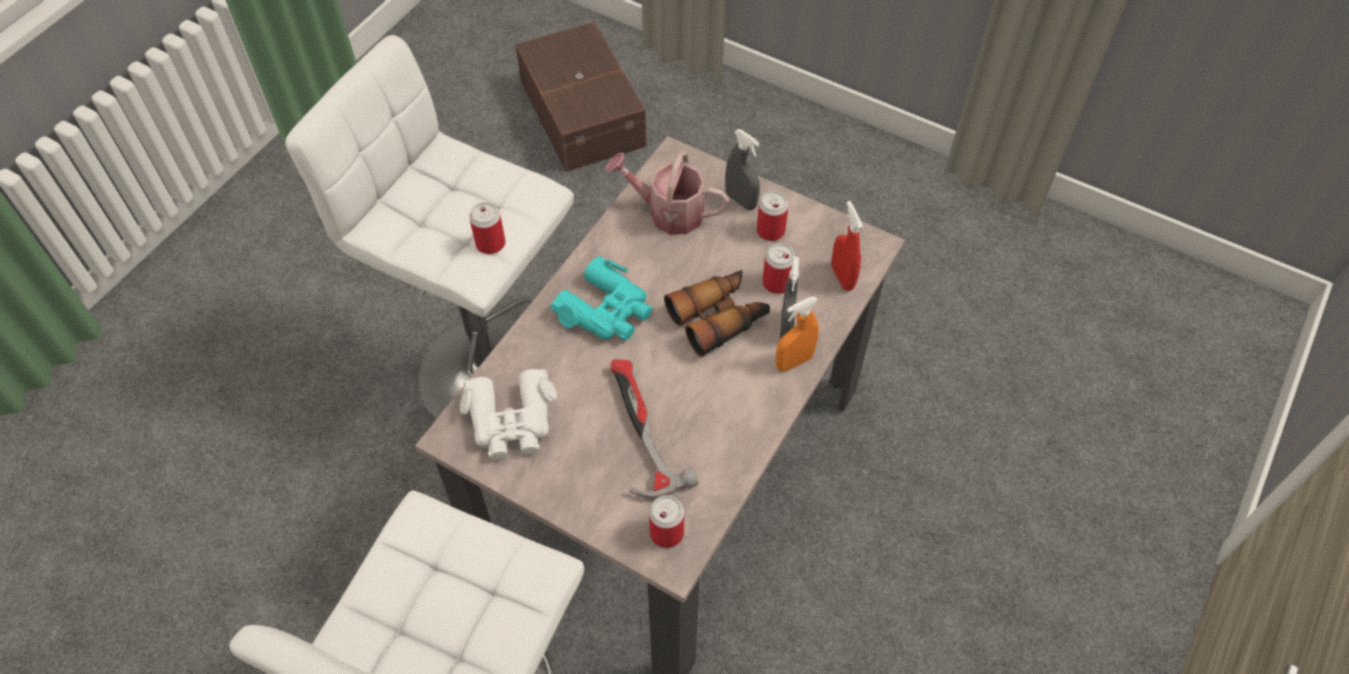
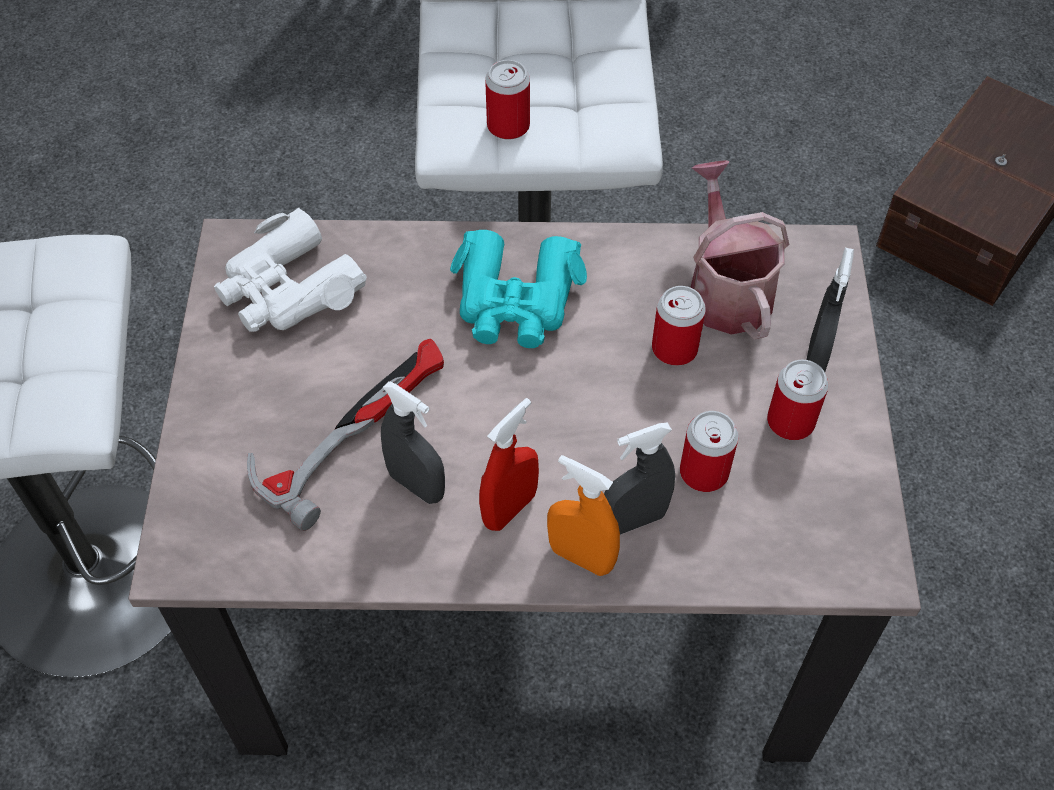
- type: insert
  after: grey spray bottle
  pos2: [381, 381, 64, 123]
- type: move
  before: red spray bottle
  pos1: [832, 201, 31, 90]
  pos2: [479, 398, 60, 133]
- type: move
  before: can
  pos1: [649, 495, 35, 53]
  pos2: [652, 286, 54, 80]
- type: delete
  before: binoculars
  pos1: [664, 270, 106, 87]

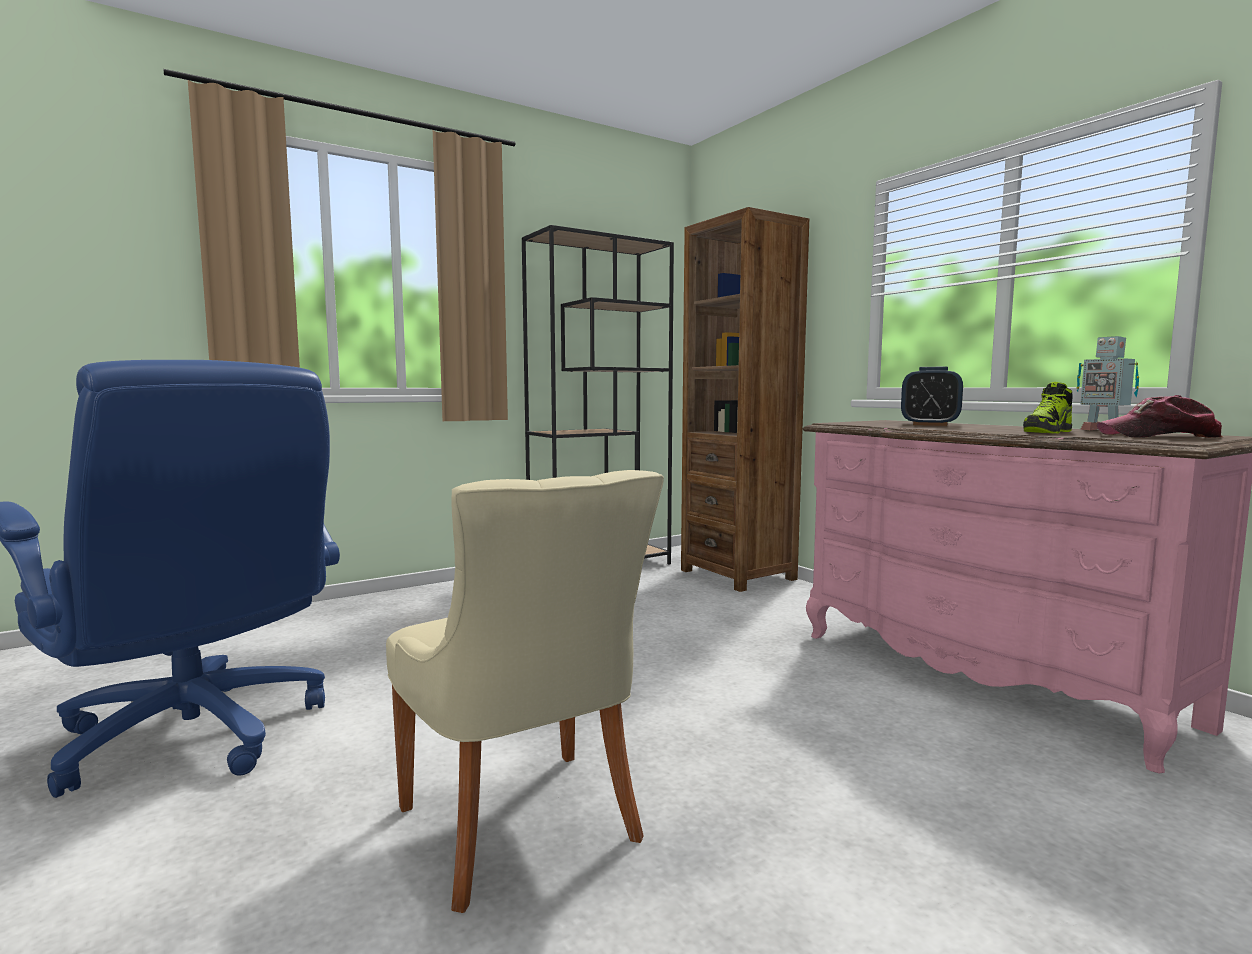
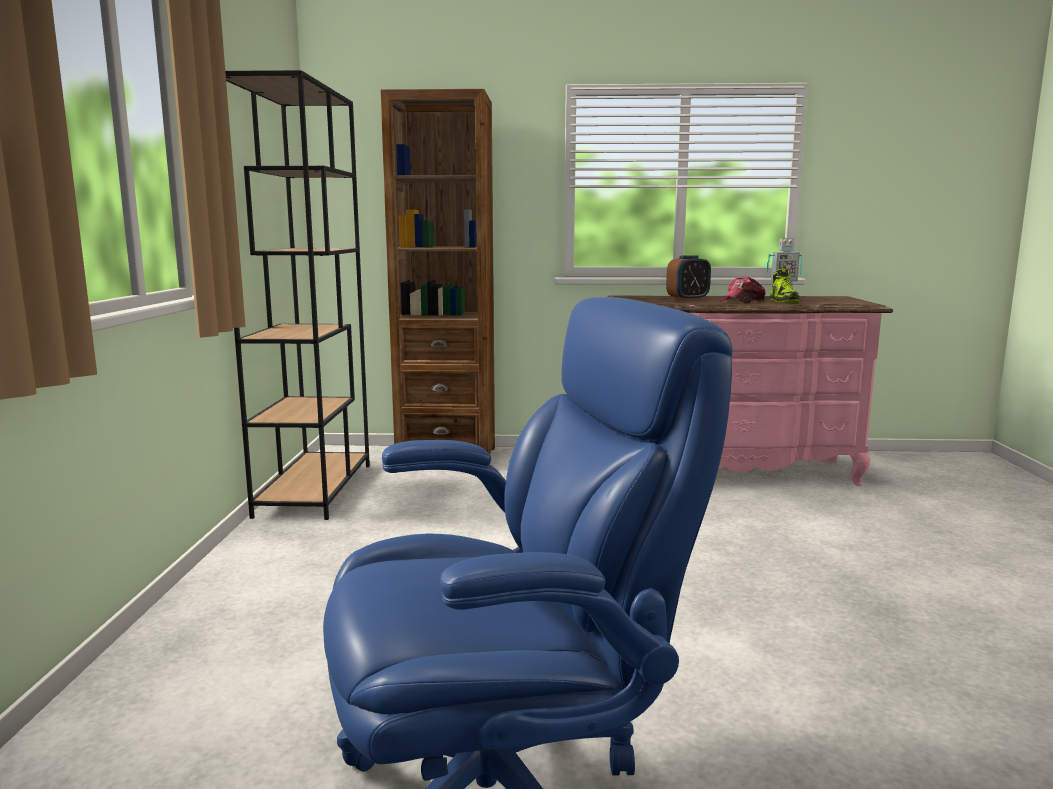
- type: move
  before: cap
  pos1: [1097, 395, 126, 43]
  pos2: [720, 277, 46, 27]
- type: delete
  before: beige chair
  pos1: [386, 470, 278, 443]

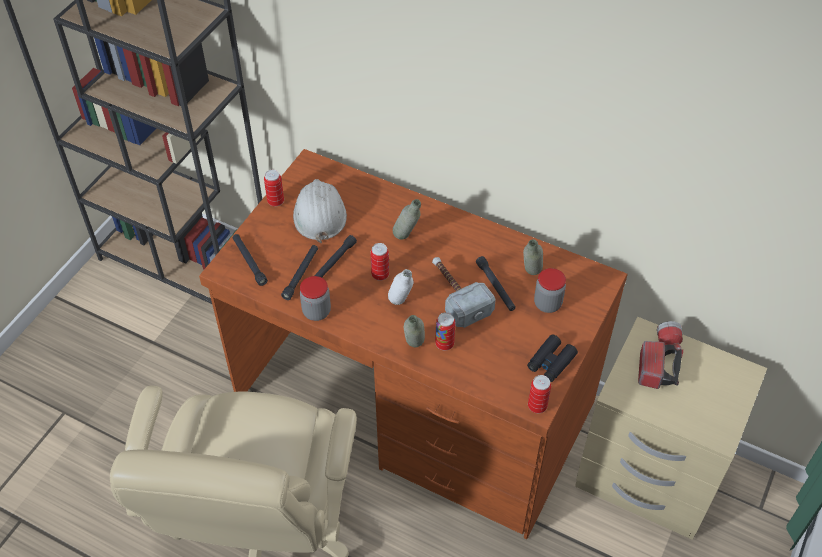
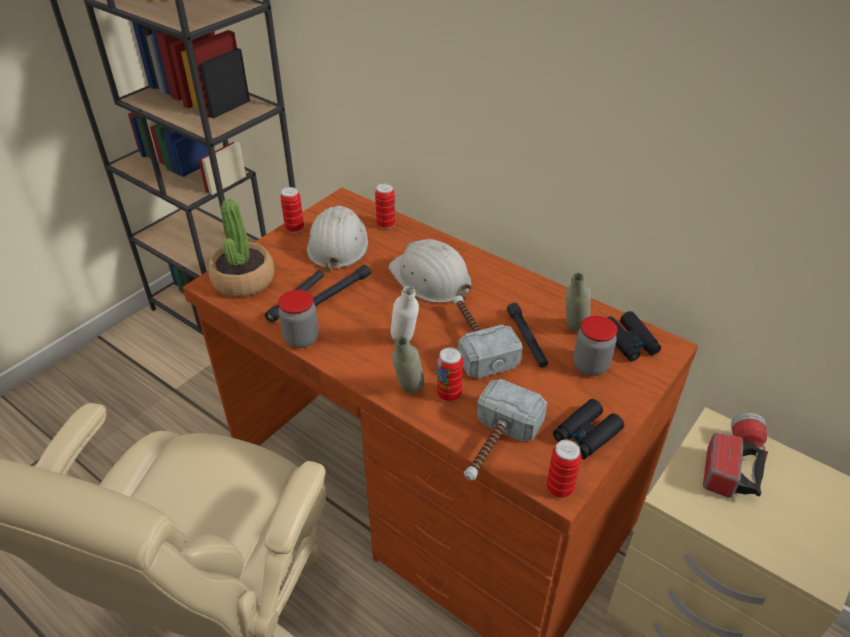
- type: replace
  before: black flashlight
  after: potted plant
  pos1: [232, 234, 36, 52]
  pos2: [208, 199, 66, 98]
- type: move
  before: can
  pos1: [370, 243, 19, 38]
  pos2: [375, 183, 21, 46]
- type: replace
  before: grey bottle
  after: white hard hat
  pos1: [393, 199, 28, 41]
  pos2: [388, 239, 84, 64]
- type: insert
  after: hammer
  pos2: [464, 379, 83, 101]
- type: insert
  after: black binoculars
  pos2: [607, 311, 54, 50]

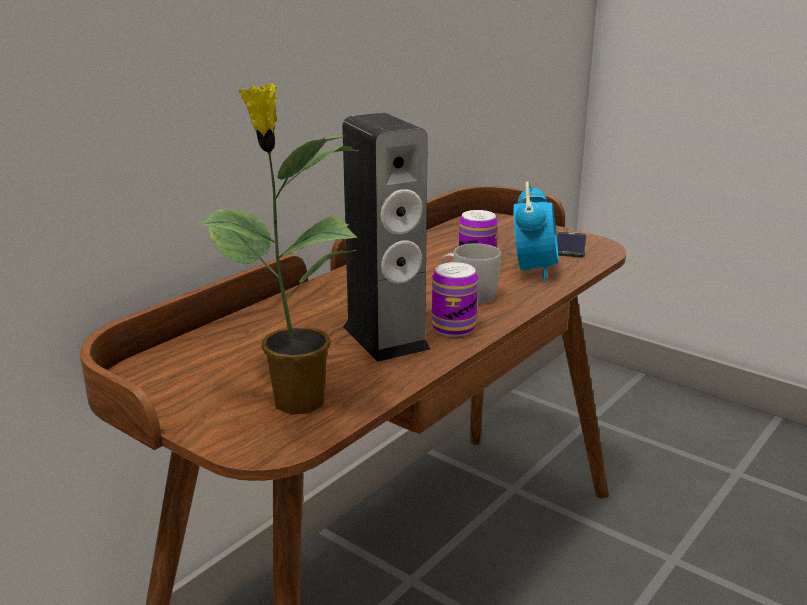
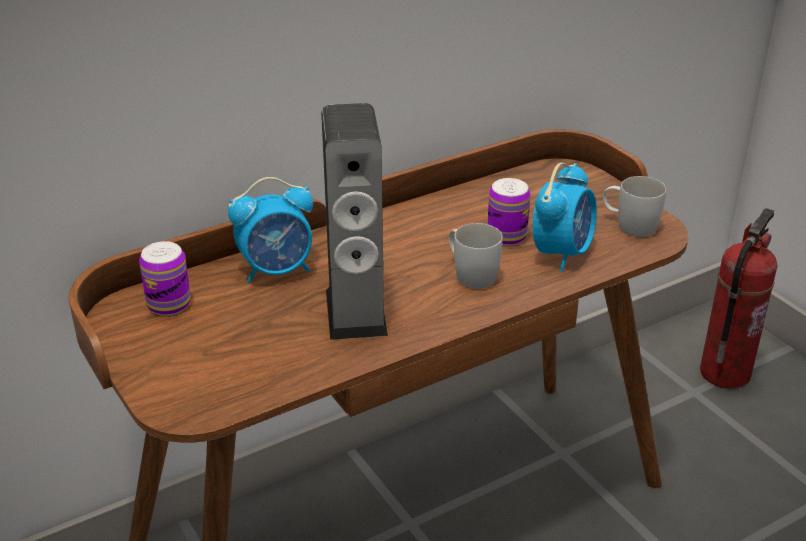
- type: move
  before: can
  pos1: [432, 262, 46, 75]
  pos2: [139, 241, 52, 75]
- type: insert
  after: alarm clock
  pos2: [228, 177, 85, 107]
- type: replace
  before: phone
  after: white mug
  pos1: [557, 232, 29, 25]
  pos2: [603, 176, 63, 61]
- type: insert
  after: fire extinguisher
  pos2: [700, 208, 77, 181]
- type: delete
  before: potted plant
  pos1: [197, 84, 162, 331]

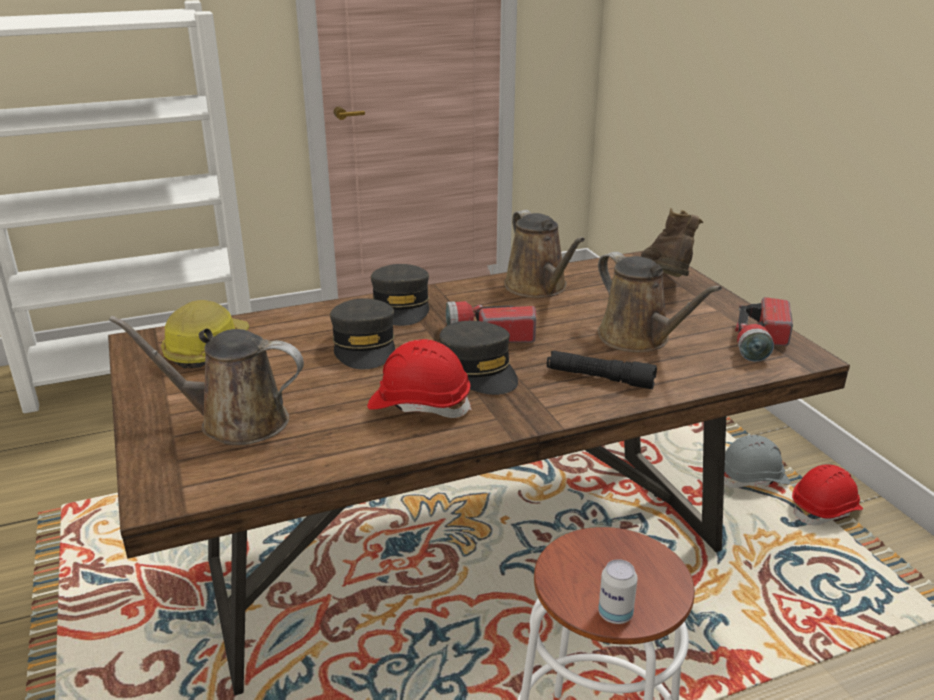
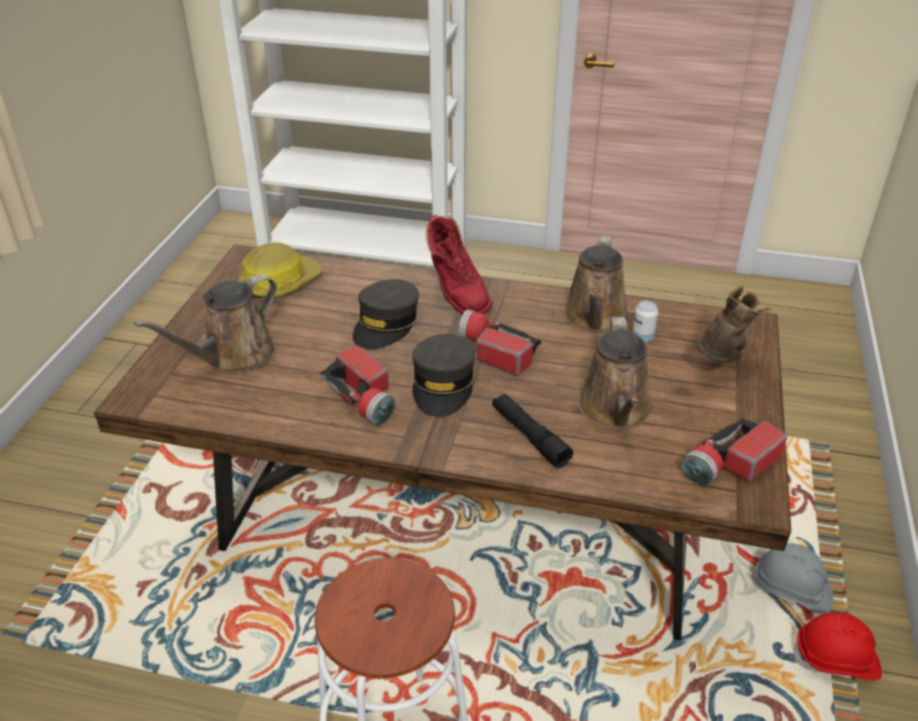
- type: rotate
  before: brown watering can
  pos1: [109, 316, 195, 129]
  pos2: [134, 274, 143, 99]
  turn: -90
- type: replace
  before: red hard hat
  after: flashlight
  pos1: [367, 339, 105, 79]
  pos2: [320, 346, 75, 80]
- type: replace
  before: grey cap
  after: red boot
  pos1: [371, 264, 58, 62]
  pos2: [426, 214, 66, 101]
- type: move
  before: can
  pos1: [598, 559, 40, 65]
  pos2: [632, 301, 27, 41]

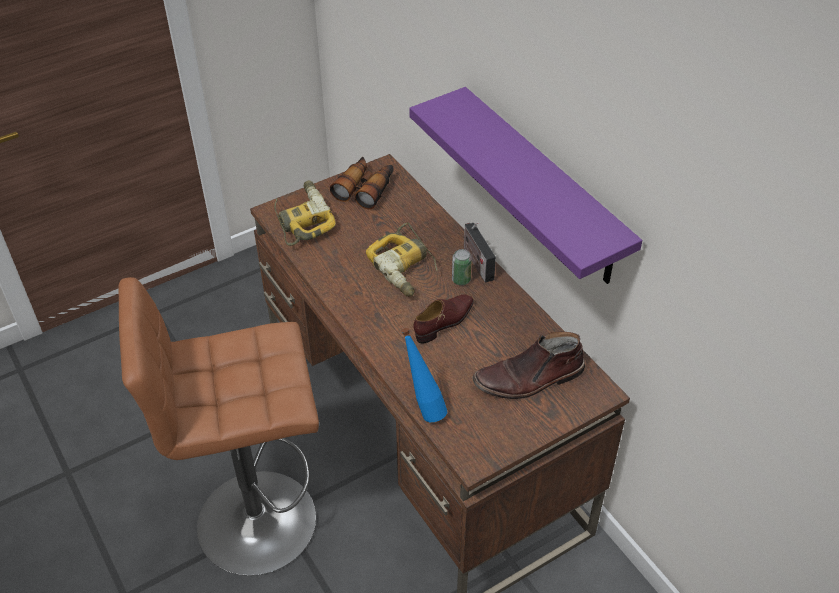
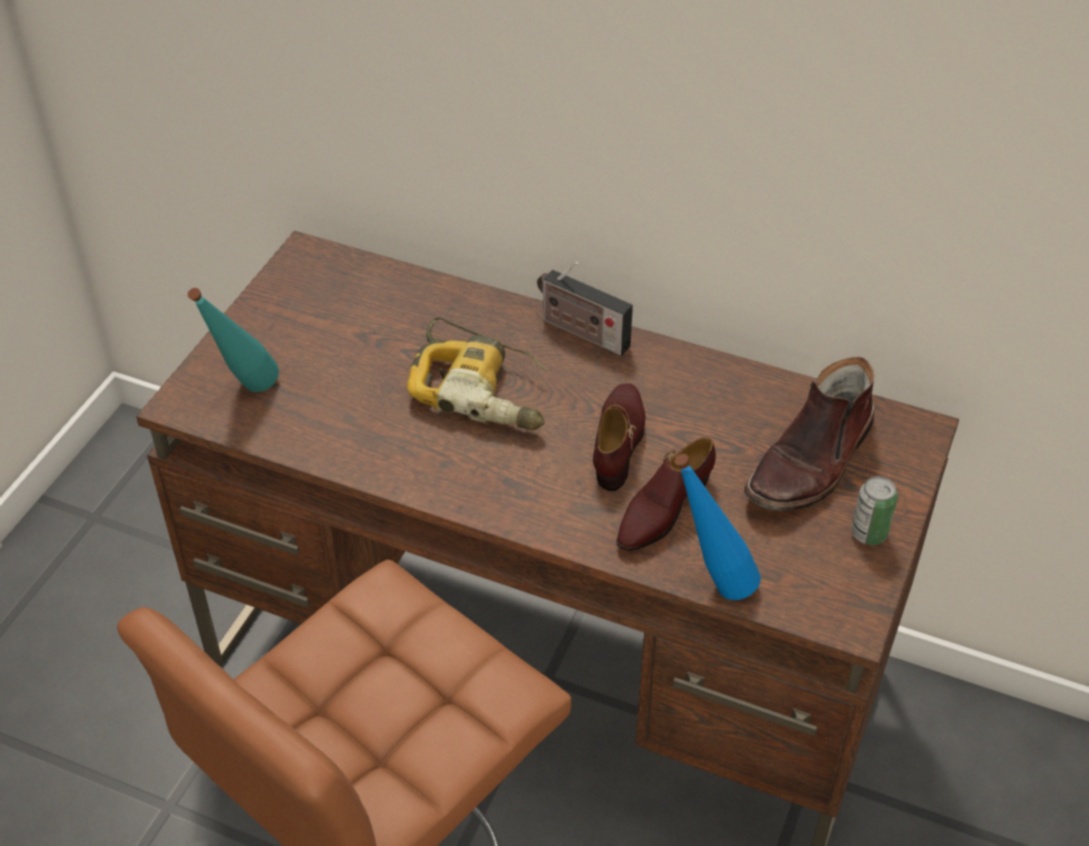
- type: replace
  before: power drill
  after: turquoise bottle
  pos1: [274, 181, 62, 65]
  pos2: [188, 288, 91, 104]
- type: insert
  after: brown shoe
  pos2: [616, 437, 100, 114]
- type: move
  before: can
  pos1: [452, 249, 20, 36]
  pos2: [851, 476, 47, 69]
- type: delete
  before: binoculars
  pos1: [330, 157, 64, 52]
- type: delete
  before: purple shelf
  pos1: [409, 87, 233, 197]

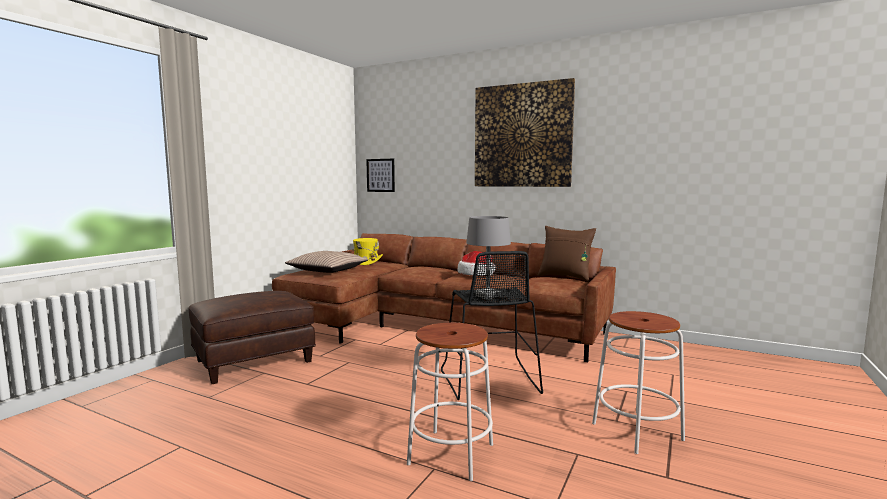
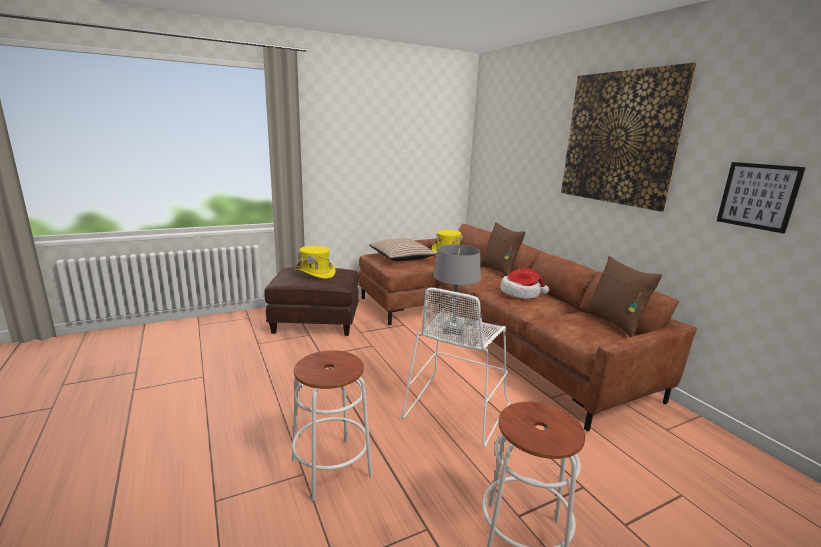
- type: insert
  after: yellow hat
  pos2: [295, 246, 41, 33]
- type: recolor
  before: black stool
  after: white stool
  pos1: [441, 251, 102, 149]
  pos2: [401, 288, 109, 159]
- type: insert
  after: brown pillow
  pos2: [481, 222, 44, 54]
- type: move
  before: picture
  pos1: [366, 159, 29, 33]
  pos2: [717, 162, 89, 72]

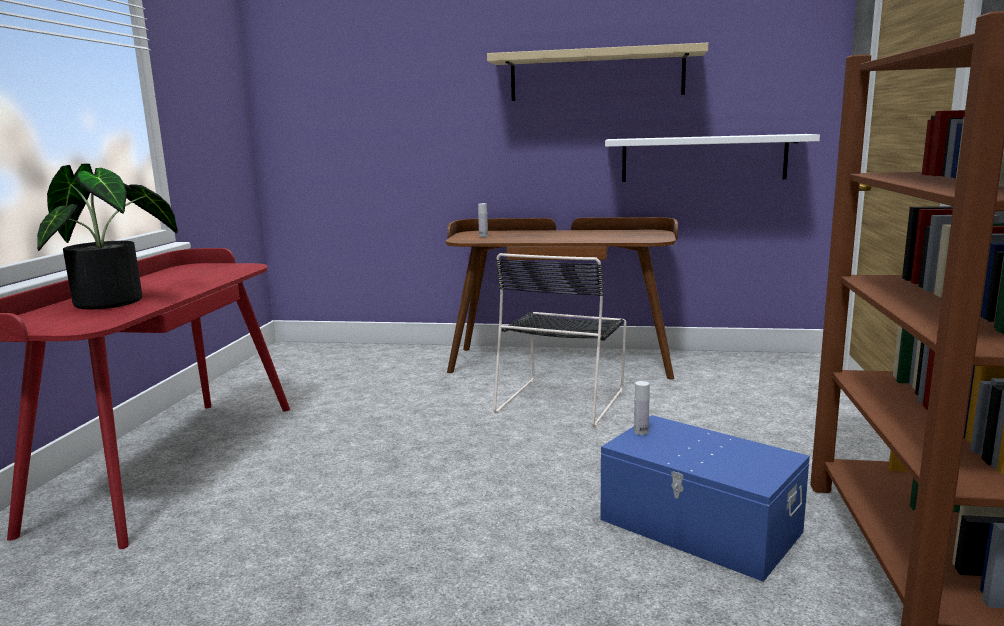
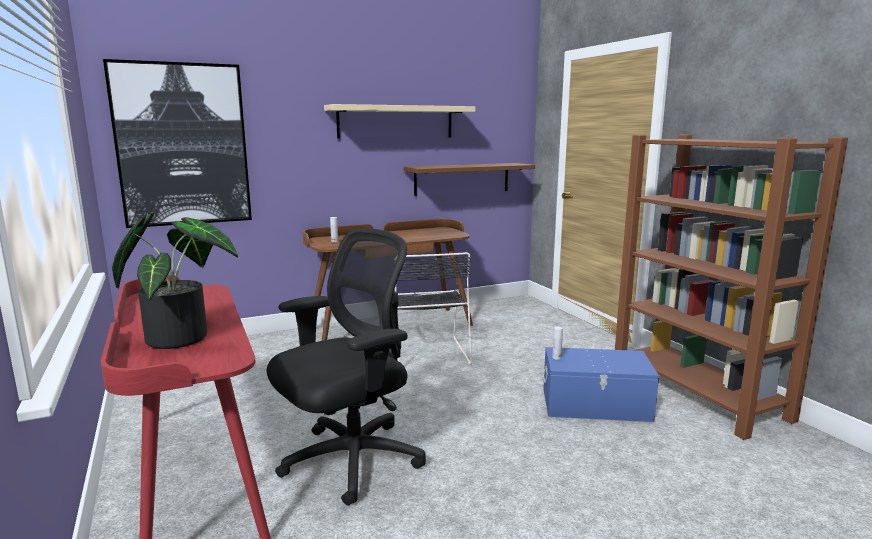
- type: insert
  after: picture
  pos2: [103, 59, 149, 169]
- type: insert
  after: black office chair
  pos2: [267, 228, 159, 278]
- type: recolor
  before: white shelf
  after: brown shelf
  pos1: [605, 134, 215, 48]
  pos2: [404, 163, 131, 33]

